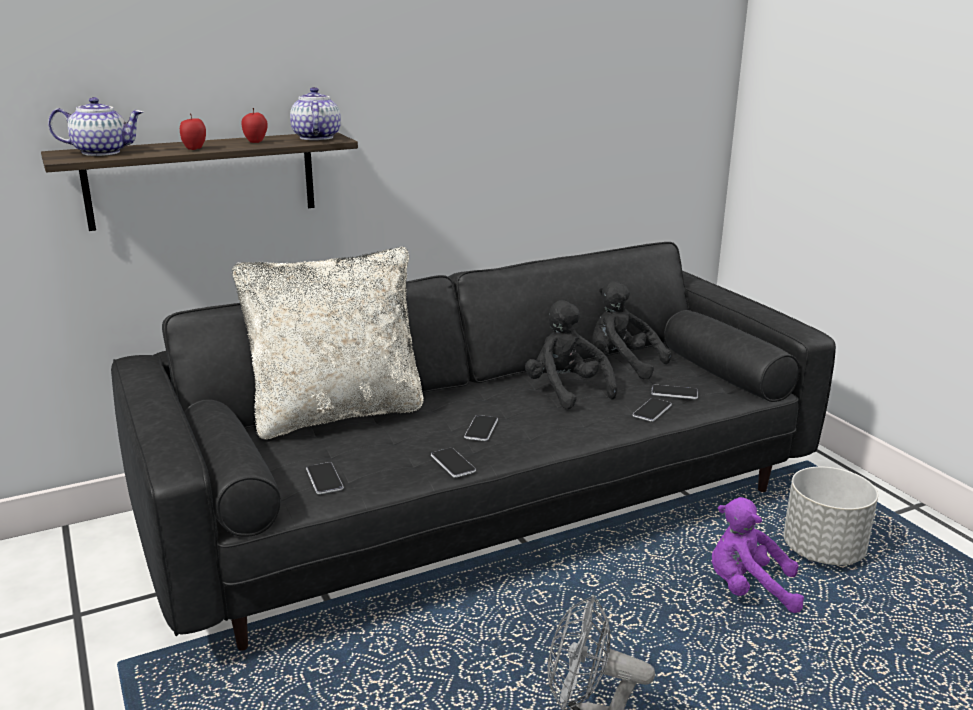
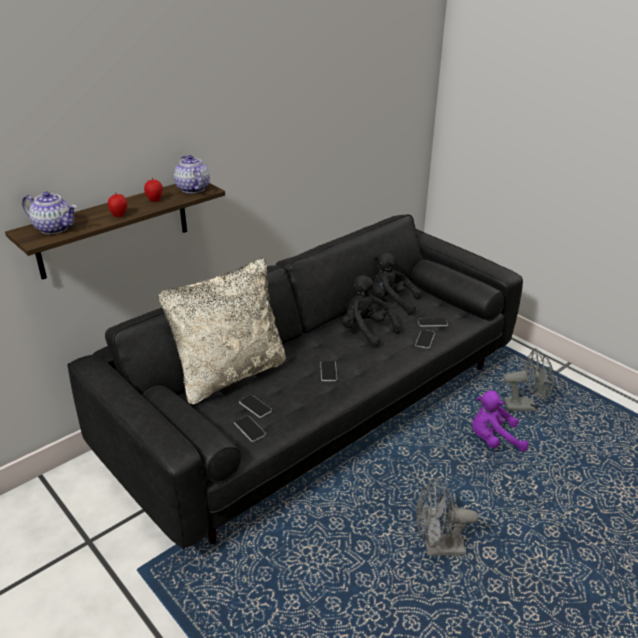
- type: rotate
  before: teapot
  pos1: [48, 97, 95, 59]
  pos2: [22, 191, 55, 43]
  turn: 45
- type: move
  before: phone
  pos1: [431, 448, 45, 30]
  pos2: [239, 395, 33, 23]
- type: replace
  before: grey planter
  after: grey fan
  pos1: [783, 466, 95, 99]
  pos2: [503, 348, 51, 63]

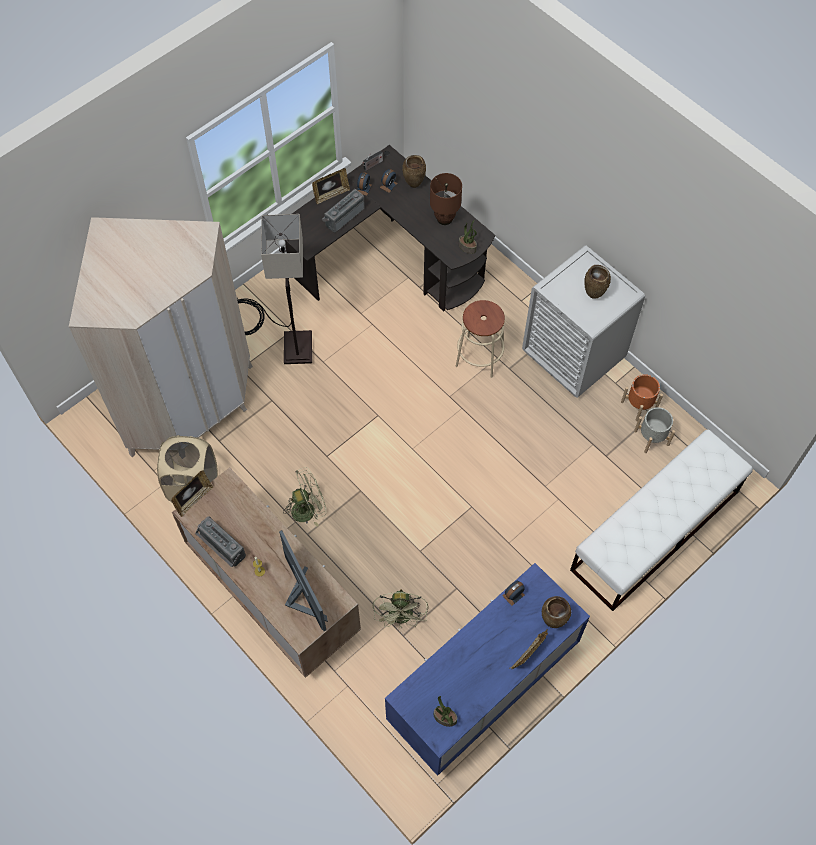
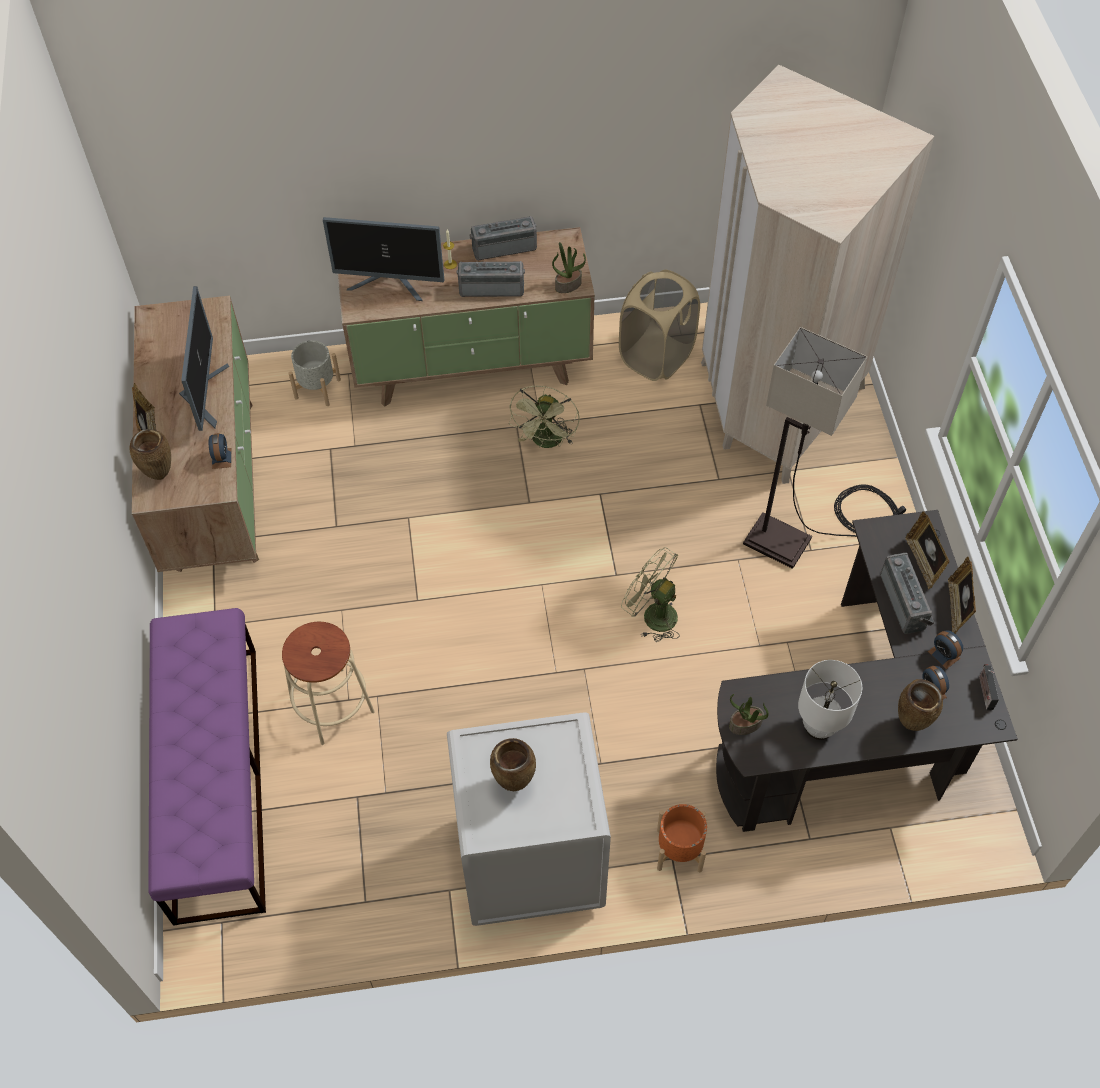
- type: recolor
  before: blue dresser
  after: green dresser
  pos1: [385, 563, 205, 213]
  pos2: [132, 296, 127, 276]
- type: recolor
  before: white bench
  after: purple bench
  pos1: [570, 429, 183, 182]
  pos2: [148, 608, 118, 318]
- type: insert
  after: monitor
  pos2: [179, 286, 50, 145]
- type: move
  before: beige stool
  pos1: [456, 300, 49, 78]
  pos2: [282, 622, 93, 123]
- type: move
  before: grey planter
  pos1: [634, 407, 41, 46]
  pos2: [288, 340, 53, 66]
- type: insert
  after: radio
  pos2: [457, 261, 68, 36]
- type: move
  before: potted plant
  pos1: [434, 696, 23, 31]
  pos2: [552, 242, 34, 51]
- type: move
  before: green fan
  pos1: [372, 589, 57, 40]
  pos2: [621, 547, 58, 95]
- type: move
  before: orange planter
  pos1: [621, 374, 42, 47]
  pos2: [657, 804, 50, 68]
- type: recolor
  before: brown table lamp
  after: white table lamp
  pos1: [430, 173, 32, 52]
  pos2: [798, 660, 64, 80]
- type: move
  before: picture frame
  pos1: [171, 470, 42, 47]
  pos2: [905, 511, 45, 78]

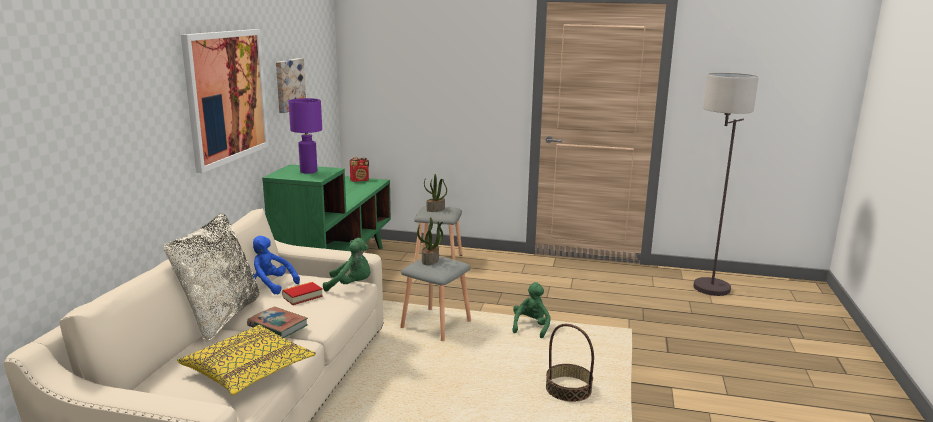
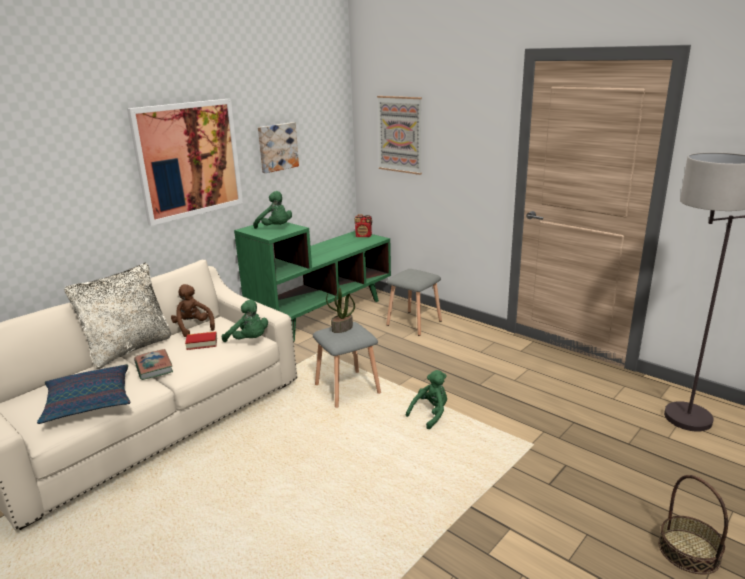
- type: recolor
  before: yellow pillow
  after: blue pillow
  pos1: [177, 325, 139, 70]
  pos2: [37, 364, 93, 60]
- type: recolor
  before: blue plush toy
  after: brown plush toy
  pos1: [253, 236, 47, 58]
  pos2: [171, 284, 44, 53]
- type: replace
  before: purple table lamp
  after: green plush toy
  pos1: [288, 98, 34, 76]
  pos2: [253, 191, 39, 38]
- type: insert
  after: picture
  pos2: [377, 96, 45, 79]
- type: move
  before: basket
  pos1: [546, 324, 48, 78]
  pos2: [658, 475, 70, 100]
- type: delete
  before: potted plant
  pos1: [424, 174, 23, 38]

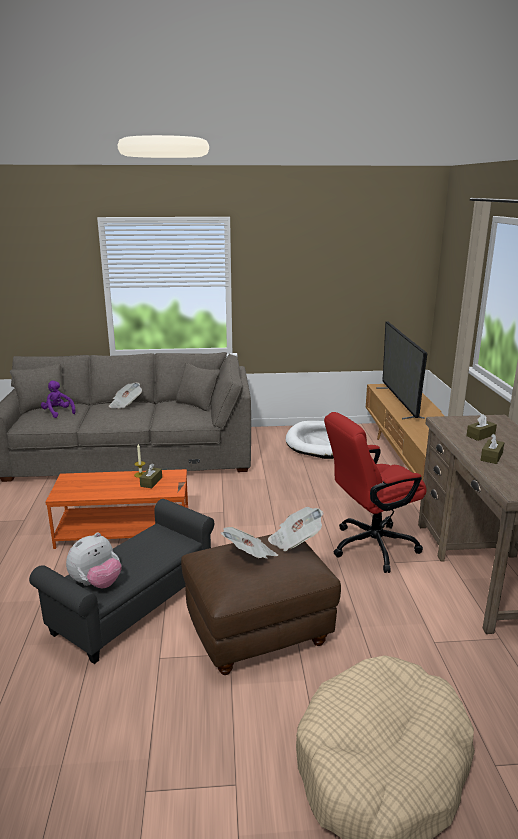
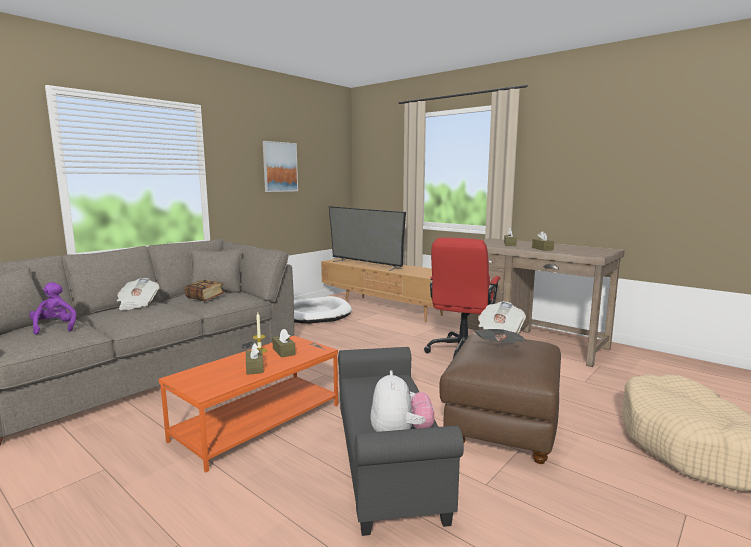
- type: rotate
  before: purple plush toy
  pos1: [41, 381, 35, 37]
  pos2: [29, 282, 47, 53]
  turn: 60
- type: insert
  after: book
  pos2: [184, 280, 41, 21]
- type: insert
  after: brown tissue box
  pos2: [246, 343, 18, 32]
- type: insert
  after: picture
  pos2: [263, 141, 35, 51]

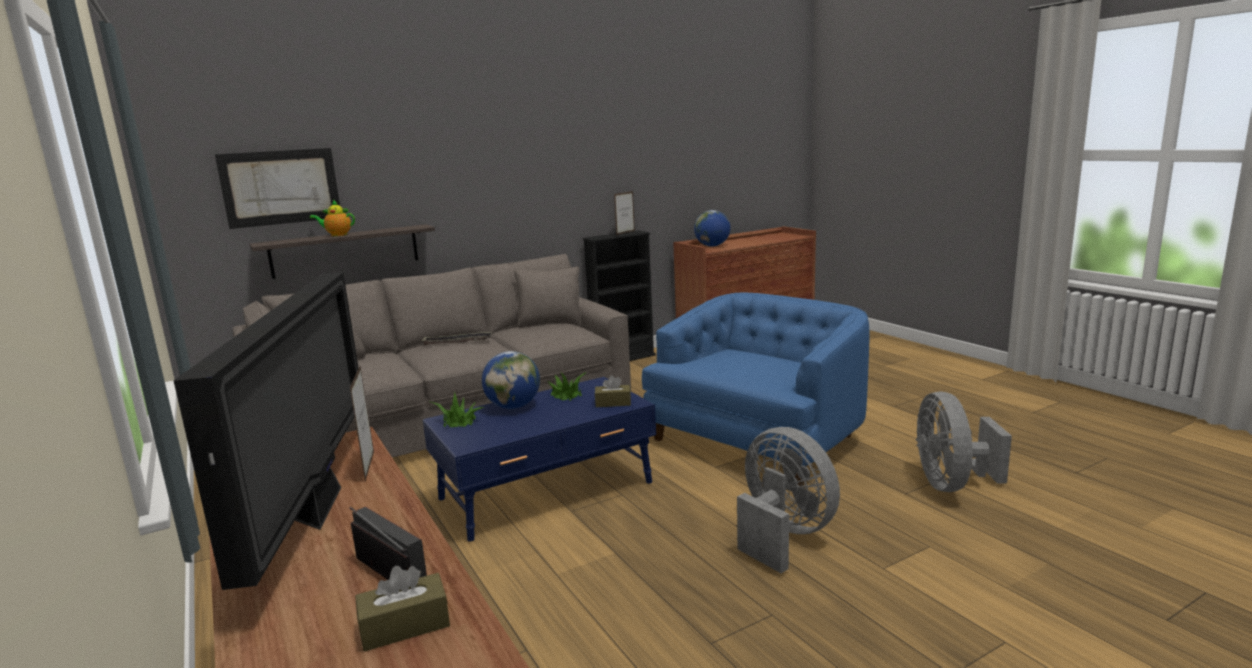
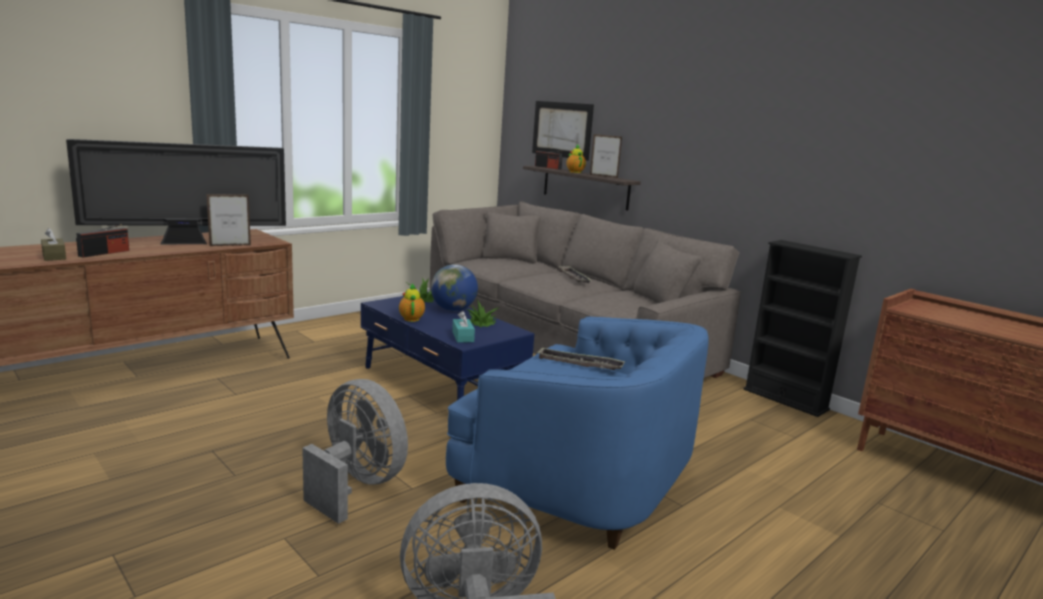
- type: rotate
  before: grey fan
  pos1: [737, 427, 103, 146]
  pos2: [302, 379, 106, 145]
  turn: -90
- type: insert
  after: teapot
  pos2: [399, 283, 26, 39]
- type: recolor
  before: brown tissue box
  after: turquoise tissue box
  pos1: [595, 375, 36, 32]
  pos2: [452, 311, 23, 32]
- type: insert
  after: radio
  pos2: [535, 151, 27, 19]
- type: insert
  after: tray
  pos2: [537, 347, 88, 23]
- type: move
  before: picture frame
  pos1: [614, 191, 21, 44]
  pos2: [590, 134, 32, 44]
- type: delete
  before: globe
  pos1: [694, 210, 36, 37]

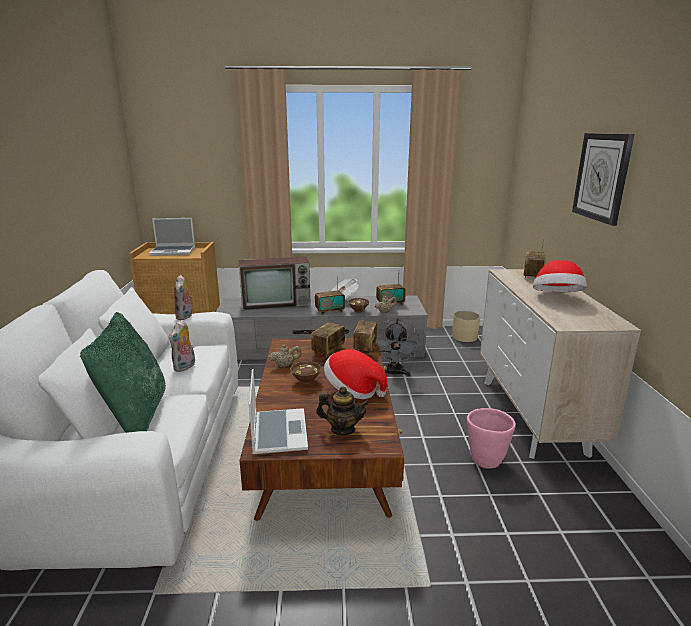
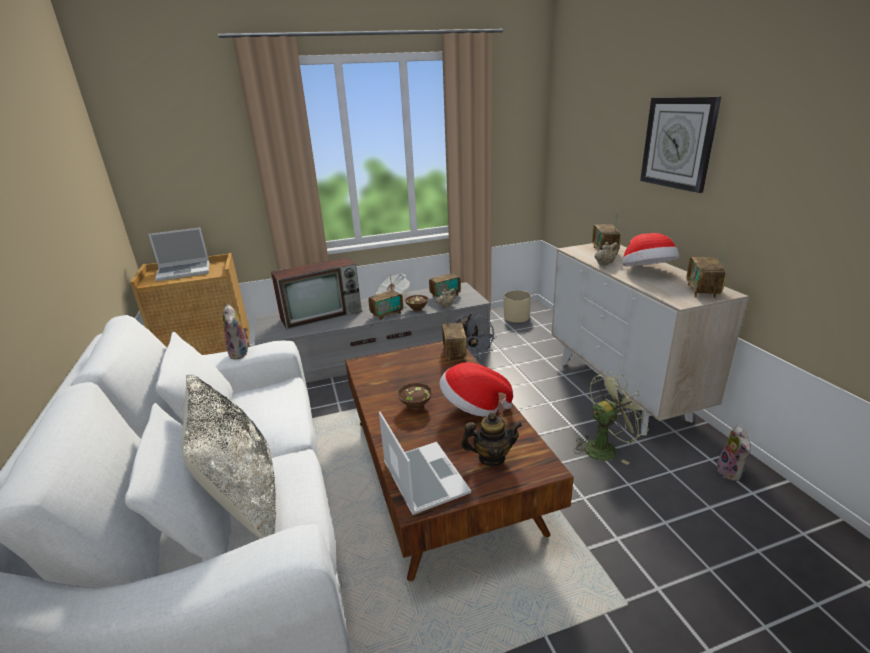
- type: recolor
  before: green pillow
  after: beige pillow
  pos1: [80, 312, 86, 121]
  pos2: [182, 375, 95, 164]
- type: replace
  before: pink planter
  after: green fan
  pos1: [467, 408, 49, 61]
  pos2: [574, 371, 75, 94]
- type: move
  before: beige teapot
  pos1: [269, 344, 32, 23]
  pos2: [594, 242, 25, 24]
- type: move
  before: radio
  pos1: [311, 315, 34, 42]
  pos2: [686, 243, 40, 55]
- type: move
  before: plush toy
  pos1: [169, 319, 26, 53]
  pos2: [717, 425, 34, 56]

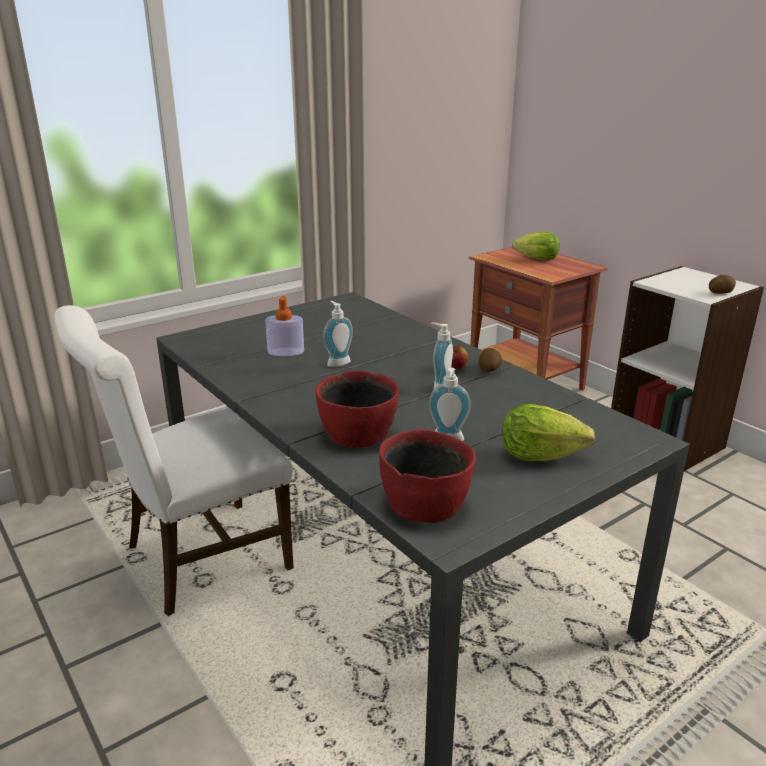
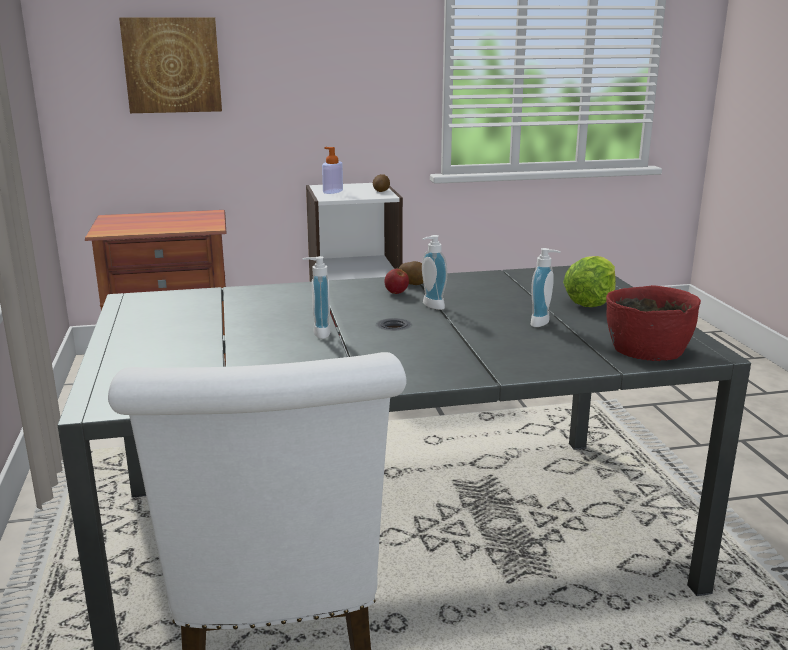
- type: insert
  after: picture
  pos2: [119, 17, 103, 96]
- type: move
  before: soap dispenser
  pos1: [265, 296, 39, 60]
  pos2: [322, 147, 21, 47]
- type: delete
  before: red bowl
  pos1: [315, 371, 84, 77]
- type: delete
  before: lettuce
  pos1: [512, 232, 47, 29]

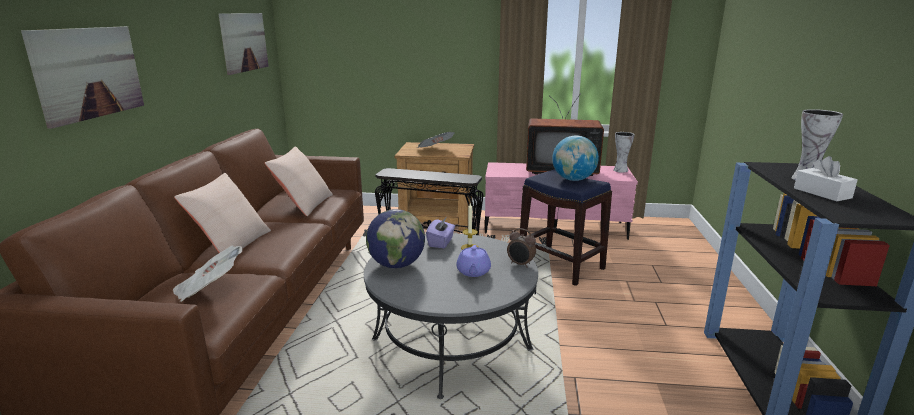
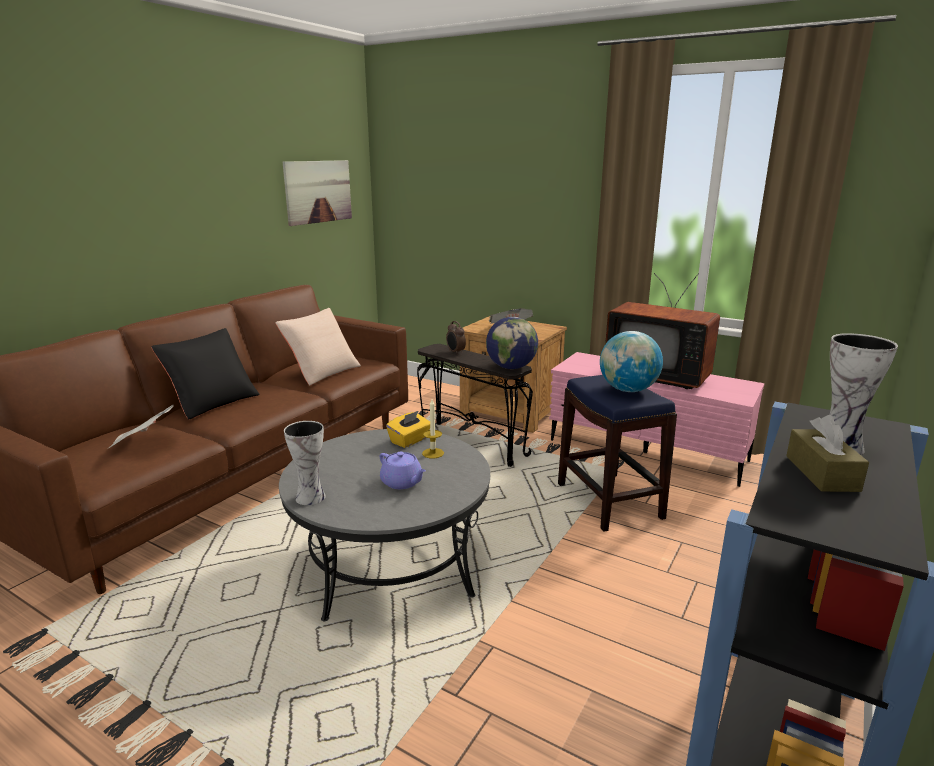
- type: recolor
  before: beige pillow
  after: black pillow
  pos1: [174, 173, 97, 80]
  pos2: [151, 328, 109, 92]
- type: move
  before: vase
  pos1: [613, 132, 22, 41]
  pos2: [284, 421, 42, 84]
- type: rotate
  before: purple teapot
  pos1: [456, 245, 35, 32]
  pos2: [379, 452, 47, 37]
  turn: -75
- type: recolor
  before: purple tissue box
  after: yellow tissue box
  pos1: [426, 217, 29, 31]
  pos2: [386, 411, 44, 37]
- type: move
  before: alarm clock
  pos1: [507, 228, 29, 40]
  pos2: [446, 321, 20, 34]
- type: move
  before: globe
  pos1: [366, 209, 59, 59]
  pos2: [486, 317, 52, 52]
- type: recolor
  before: white tissue box
  after: brown tissue box
  pos1: [794, 156, 63, 45]
  pos2: [787, 415, 82, 77]
- type: delete
  before: picture
  pos1: [21, 26, 123, 103]

